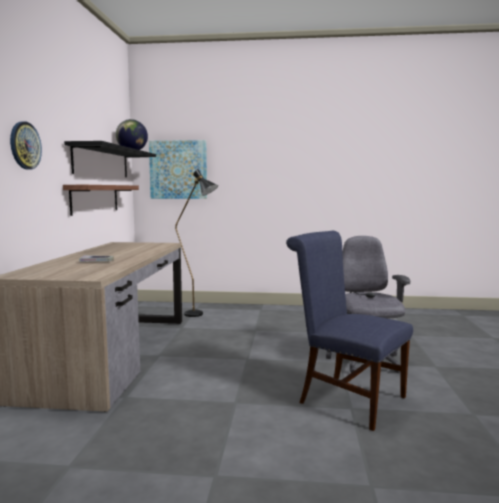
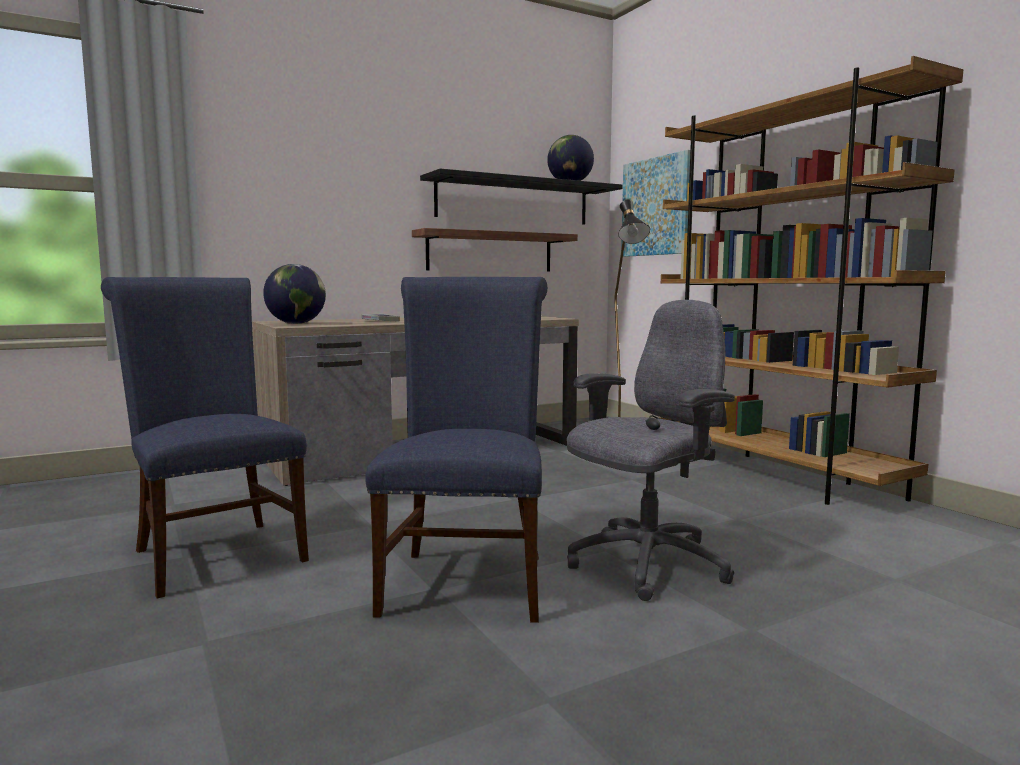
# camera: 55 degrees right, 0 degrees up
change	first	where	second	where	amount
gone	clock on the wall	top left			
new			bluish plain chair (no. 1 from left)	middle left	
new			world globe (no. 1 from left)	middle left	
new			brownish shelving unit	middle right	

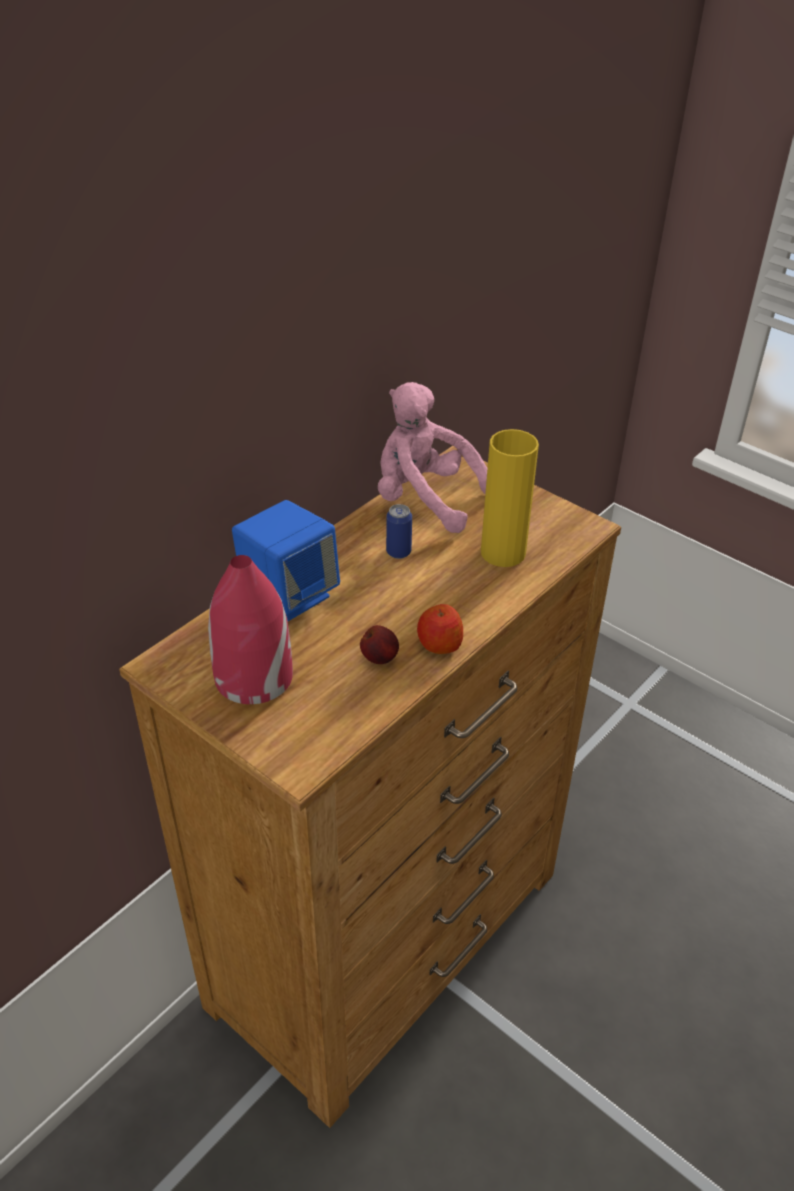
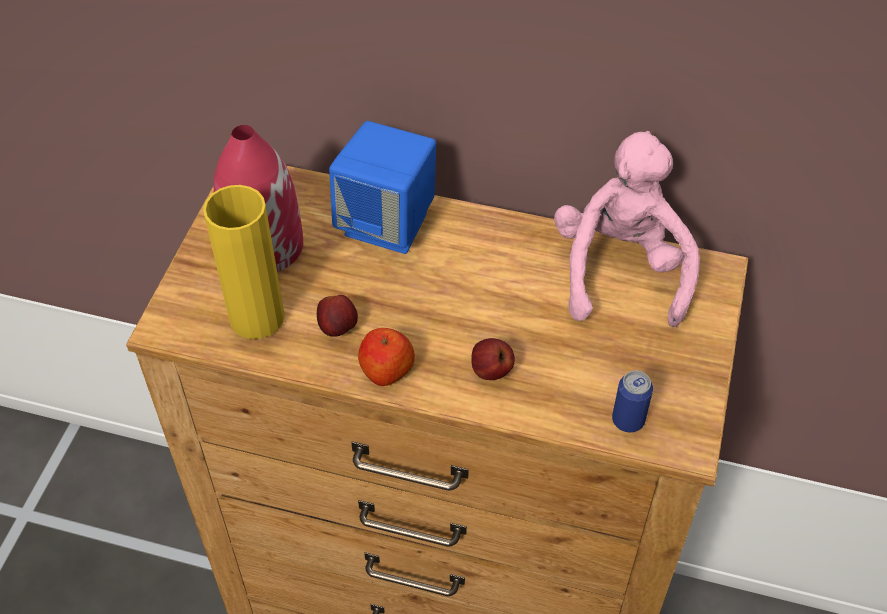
# camera: 65 degrees right, 10 degrees up
change	first	where	second	where	amount
new			apple (no. 3 from left)	centre	
shifted	sealed can	centre		middle right	
shifted	yellow-coloured flower vase	centre		middle left	

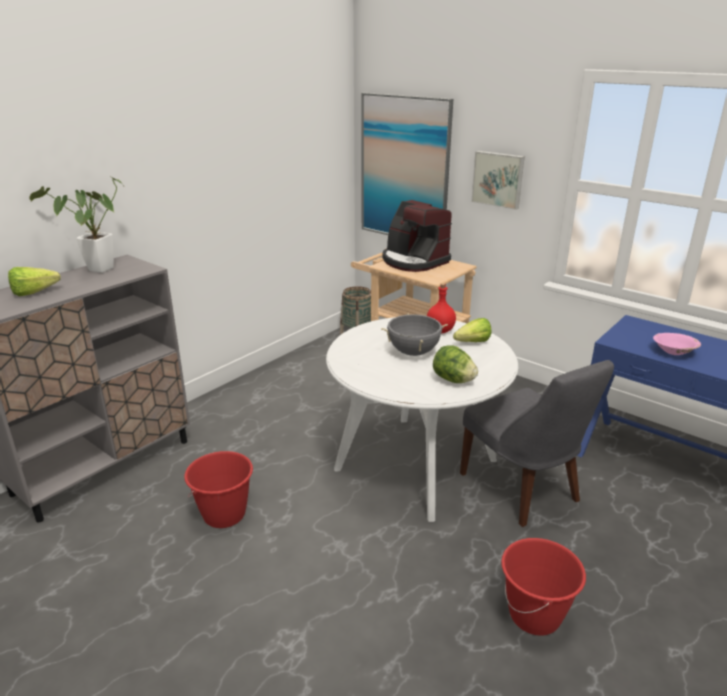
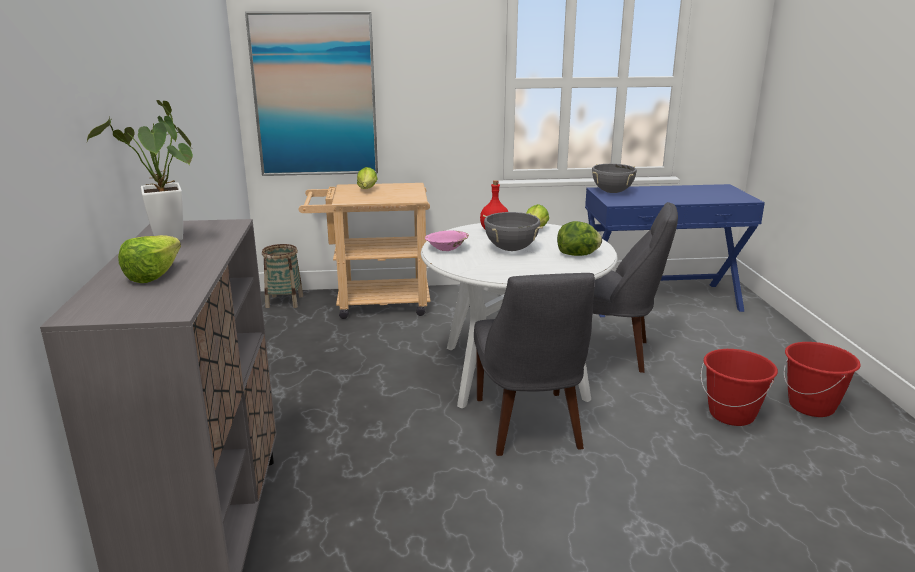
# camera: 45 degrees left, 5 degrees down
change	first	where	second	where	amount
gone	picture (no. 2 from left)	top right			
new			grey plain chair (no. 1 from left)	centre	
new			grey cooking pot (no. 2 from left)	top right	
shifted	red water bucket (no. 1 from left in the first image)	bottom left	red water bucket (no. 2 from left)	middle right	
shifted	pinkish serving bowl	middle right		centre	
swapped	coffee brewer	centre	lettuce (no. 2 from left)	top centre	

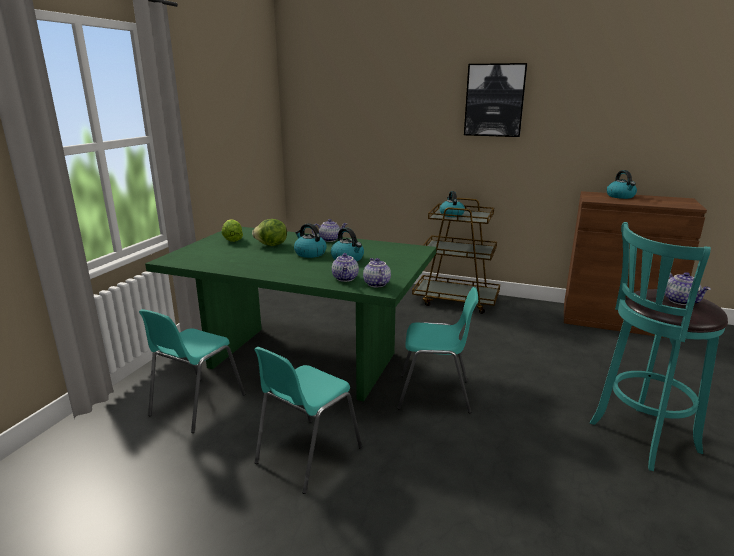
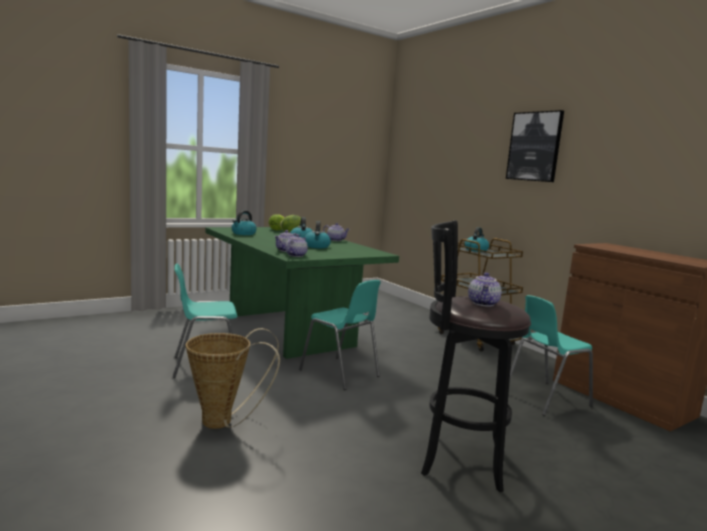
# camera: 35 degrees right, 10 degrees down
change	first	where	second	where	amount
new			household basket	bottom left	
shifted	blue-green plain chair (no. 1 from left in the first image)	bottom left	blue-green plain chair (no. 3 from left)	bottom right	
shifted	water kettle (no. 4 from left in the first image)	top right	water kettle (no. 1 from left)	centre	
repainted	blue-green sitting stool	middle right	black-coloured sitting stool	bottom right	

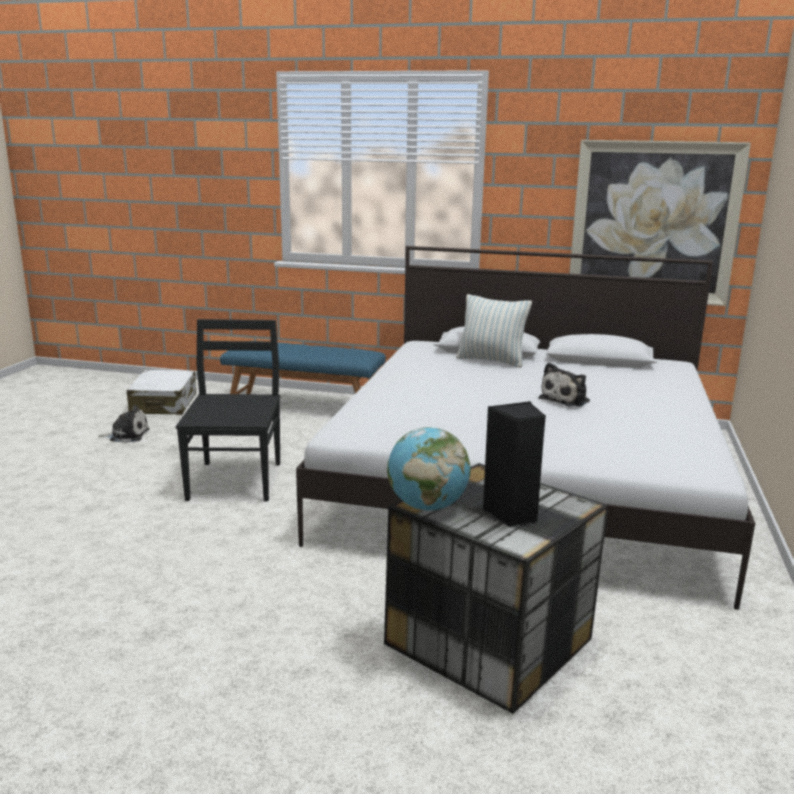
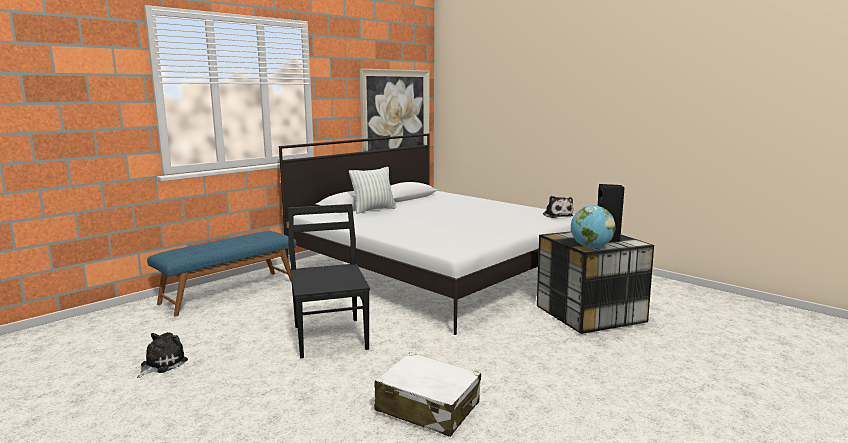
# camera: 60 degrees left, 5 degrees down
change	first	where	second	where	amount
shifted	whitish piece of luggage	middle left		bottom centre	
shifted	soft toy (no. 2 from left)	middle right		centre	
rotated	black-coloured plain chair	middle left		centre	45 degrees clockwise

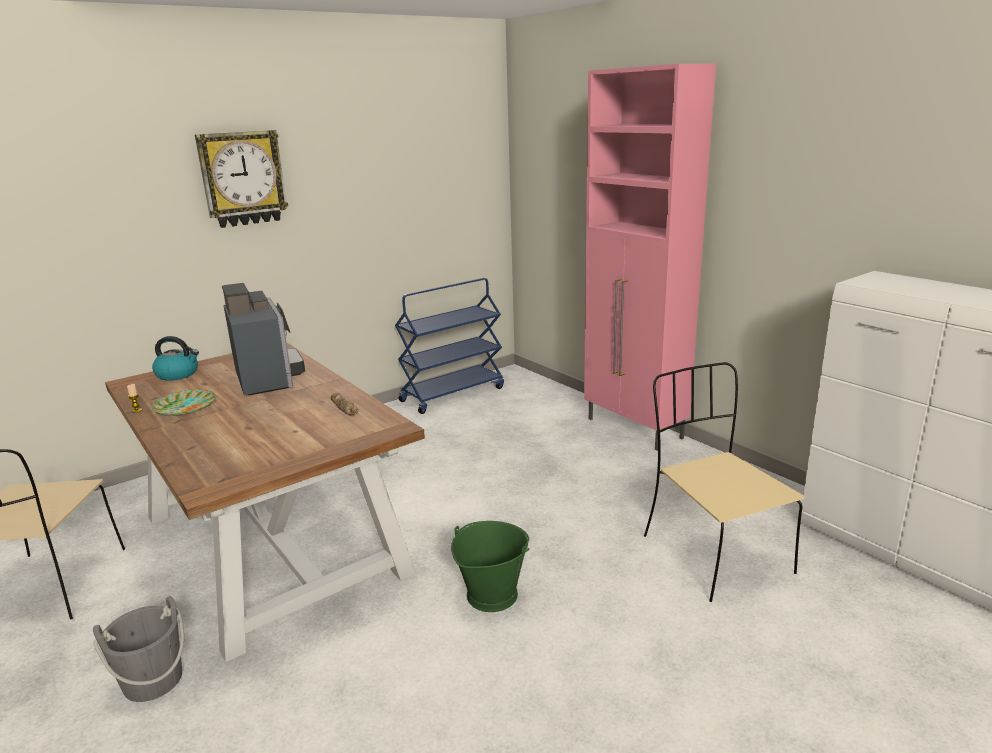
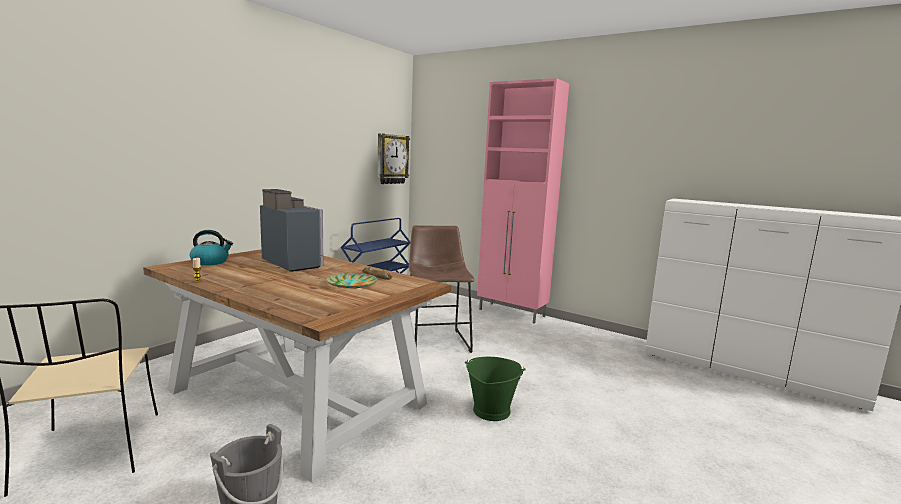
# camera: 20 degrees left, 10 degrees down
change	first	where	second	where	amount
gone	beige-coloured plain chair (no. 2 from left)	middle right			
new			brownish sitting stool	centre	
shifted	plate	middle left		centre	
shifted	clock on the wall	top left		top centre	

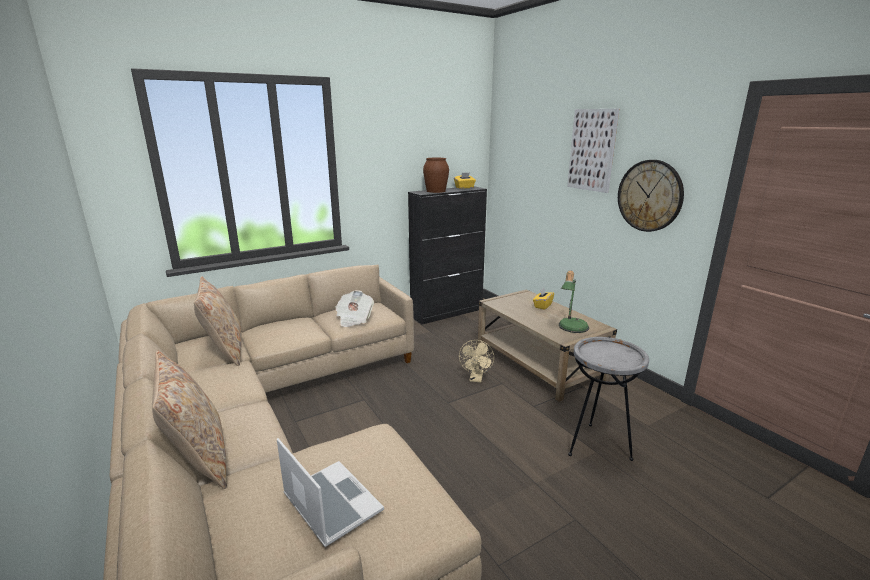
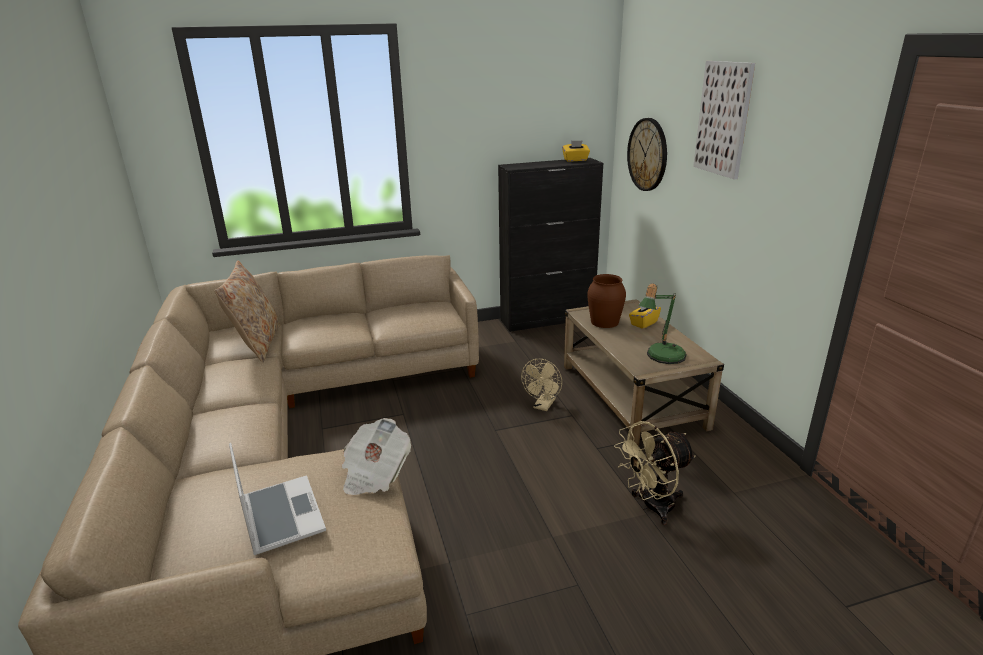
# camera: 15 degrees right, 5 degrees up
change	first	where	second	where	amount
gone	beige-coloured pillow (no. 1 from left)	bottom left			
shifted	daily paper	centre		bottom centre	
shifted	brownish flower vase	top centre		centre	
shifted	clock on the wall	middle right		top centre	
swapped	grey end table	bottom right	beige-coloured fan (no. 2 from left)	bottom centre	

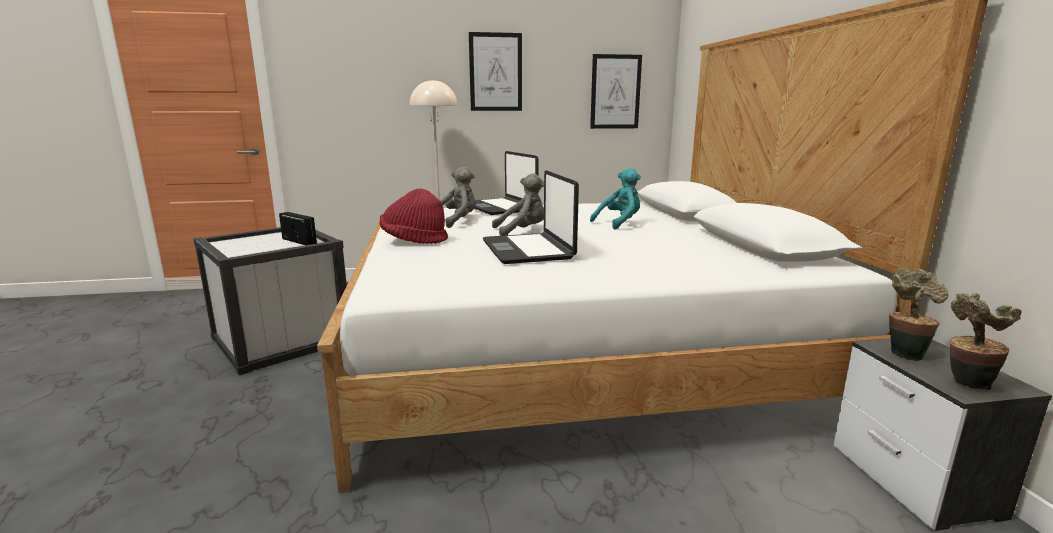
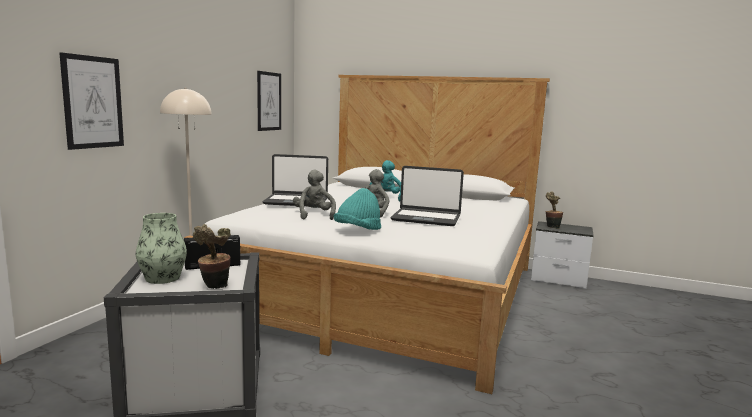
# camera: 60 degrees left, 5 degrees down
change	first	where	second	where	amount
new			flower vase	middle left	
shifted	picture (no. 1 from left)	top centre		top left	
shifted	potted plant (no. 2 from left in the first image)	middle right	potted plant (no. 1 from left)	middle left	
repainted	red wearable hat	centre	blue-green wearable hat	centre	

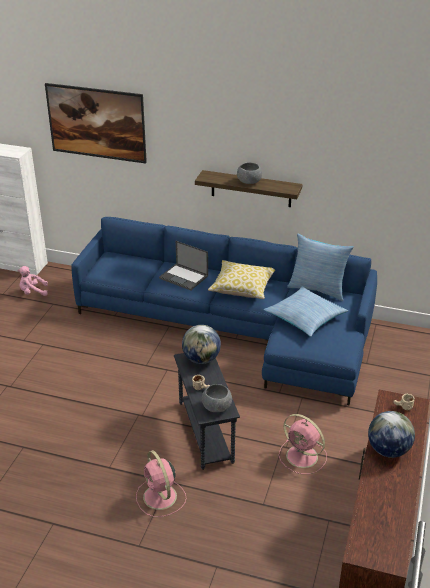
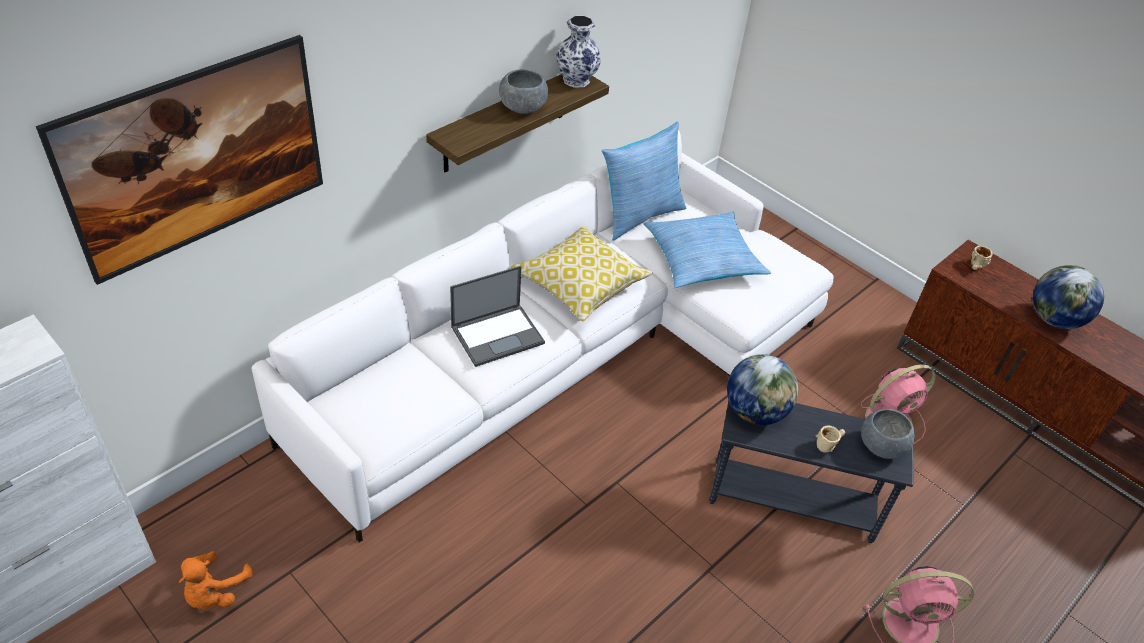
# camera: 65 degrees left, 10 degrees up
change	first	where	second	where	amount
new			flower vase	top centre	
repainted	pinkish soft toy	middle left	orange soft toy	bottom left	
repainted	bluish settee	centre	whitish settee	centre	

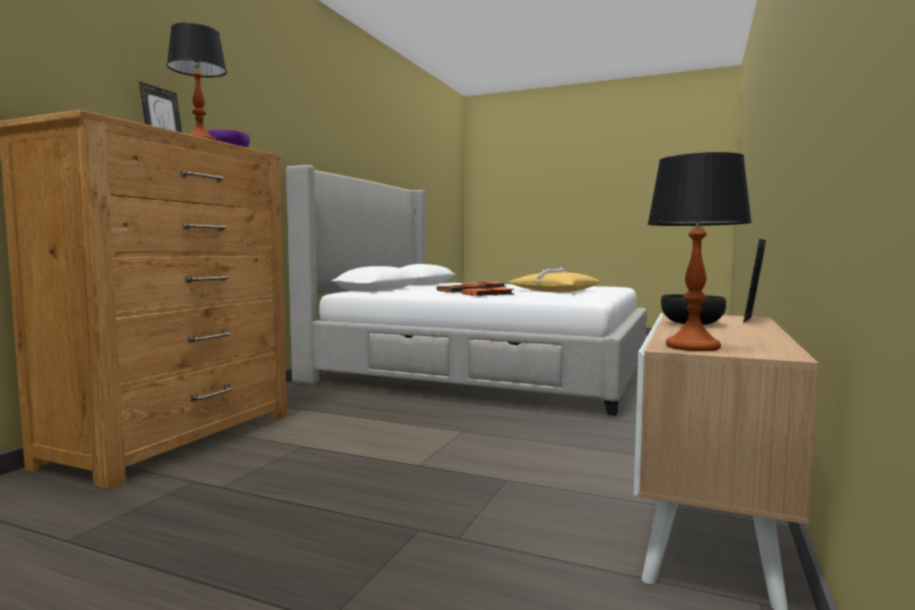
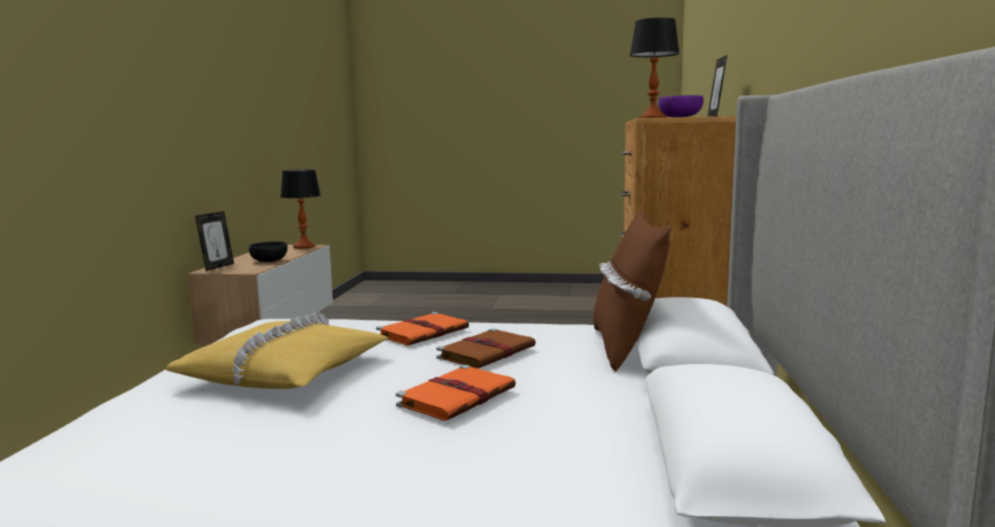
# camera: 165 degrees right, 5 degrees up
change	first	where	second	where	amount
new			brownish pillow	centre	

